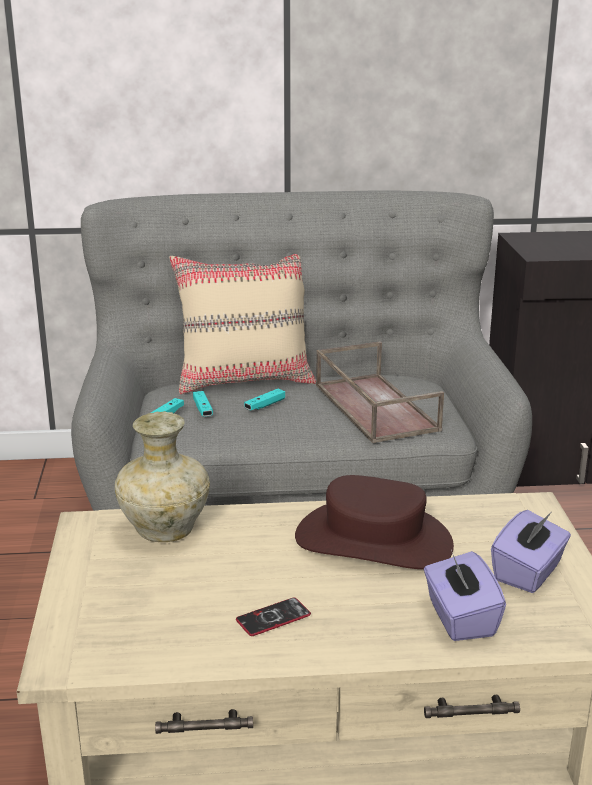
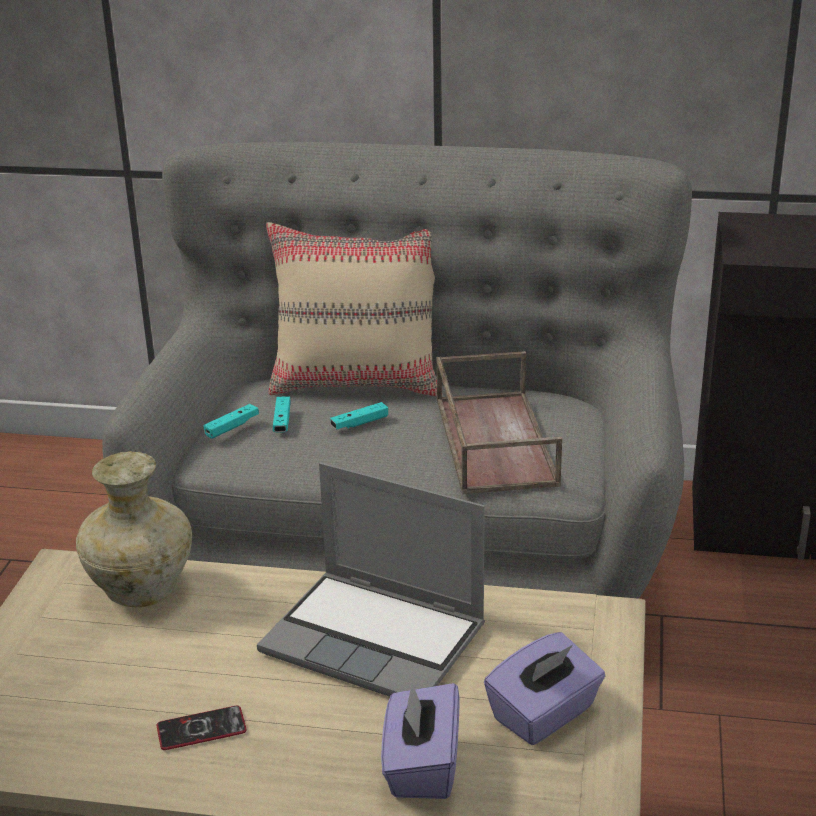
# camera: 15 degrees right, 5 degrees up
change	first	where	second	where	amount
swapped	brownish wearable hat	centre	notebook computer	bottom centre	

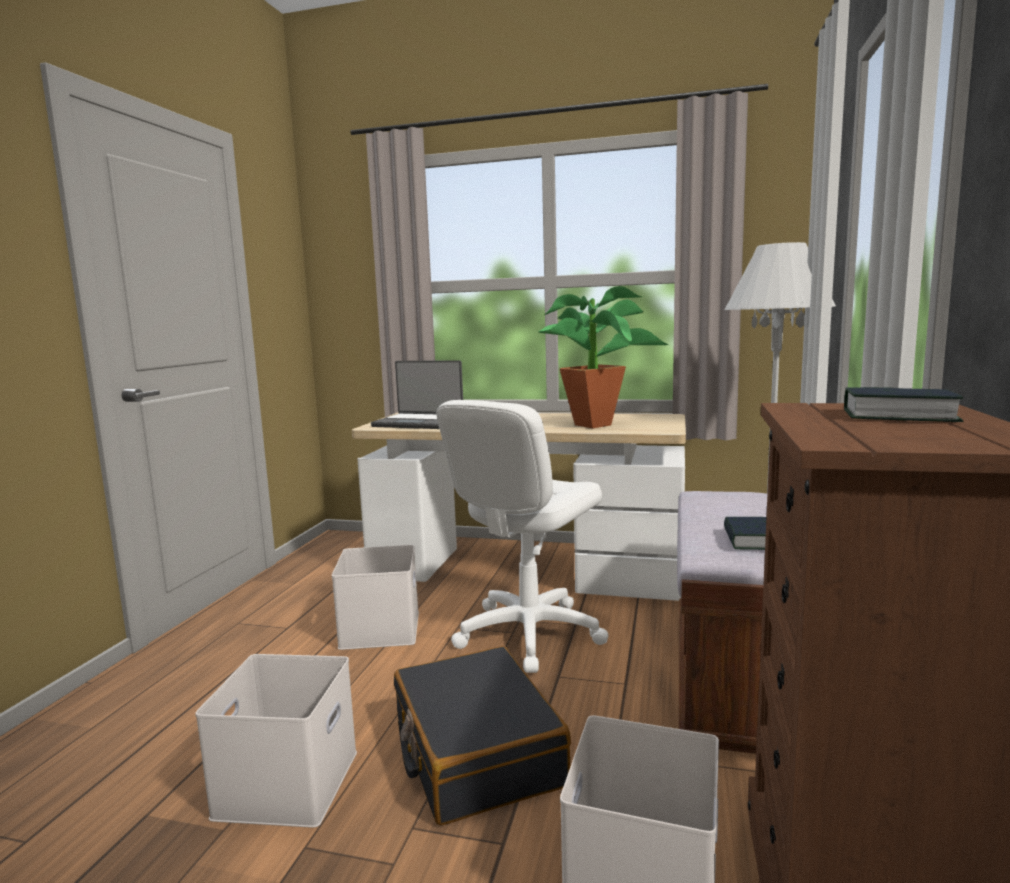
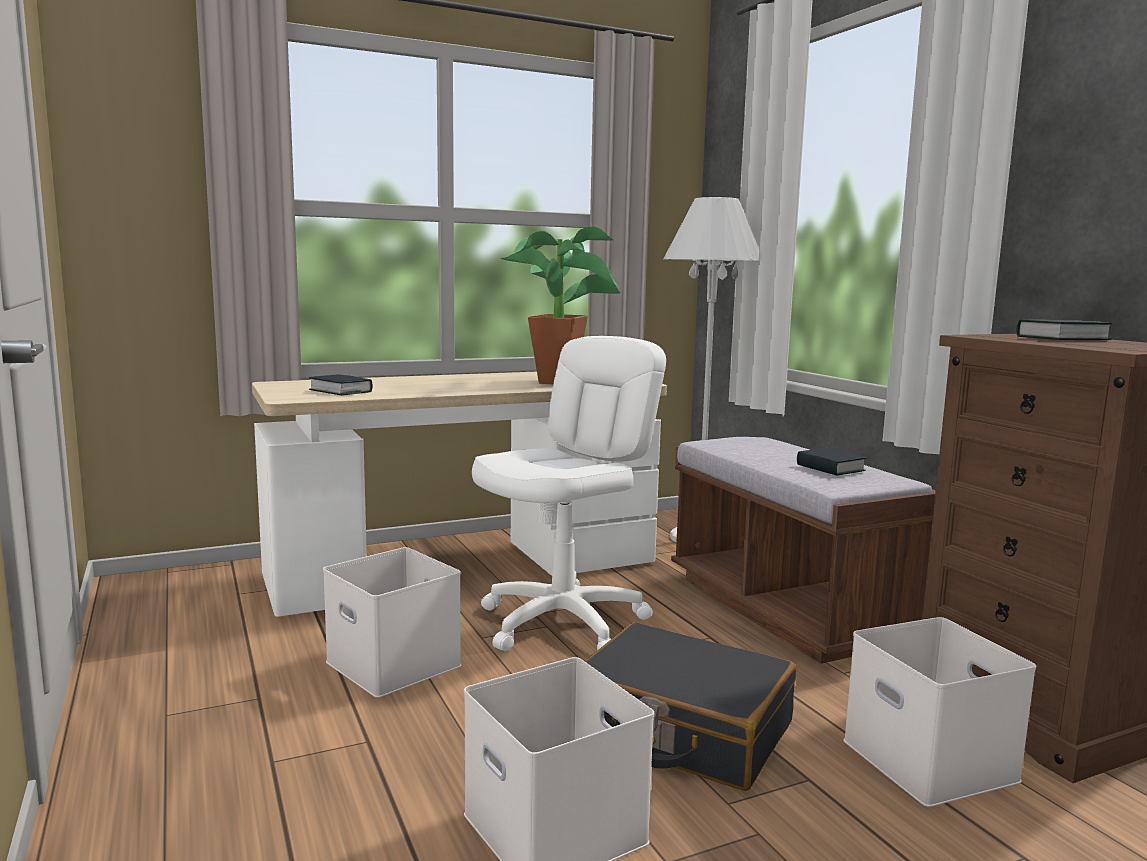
# camera: 40 degrees left, 0 degrees up
change	first	where	second	where	amount
swapped	notebook computer	centre	book (no. 1 from left)	middle left	
rotated	whitish desk chair	centre		centre	135 degrees counterclockwise

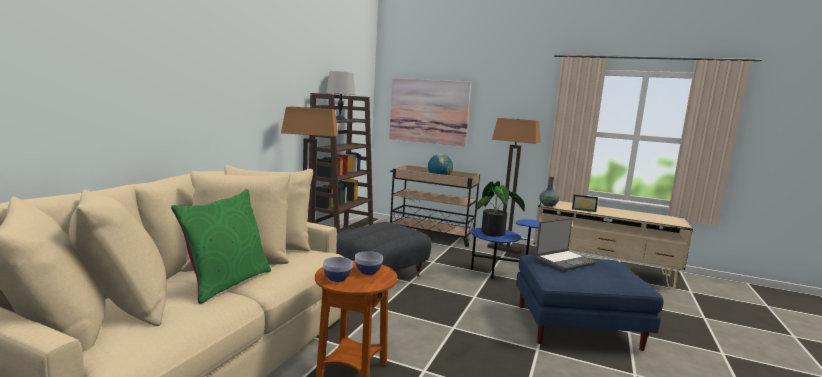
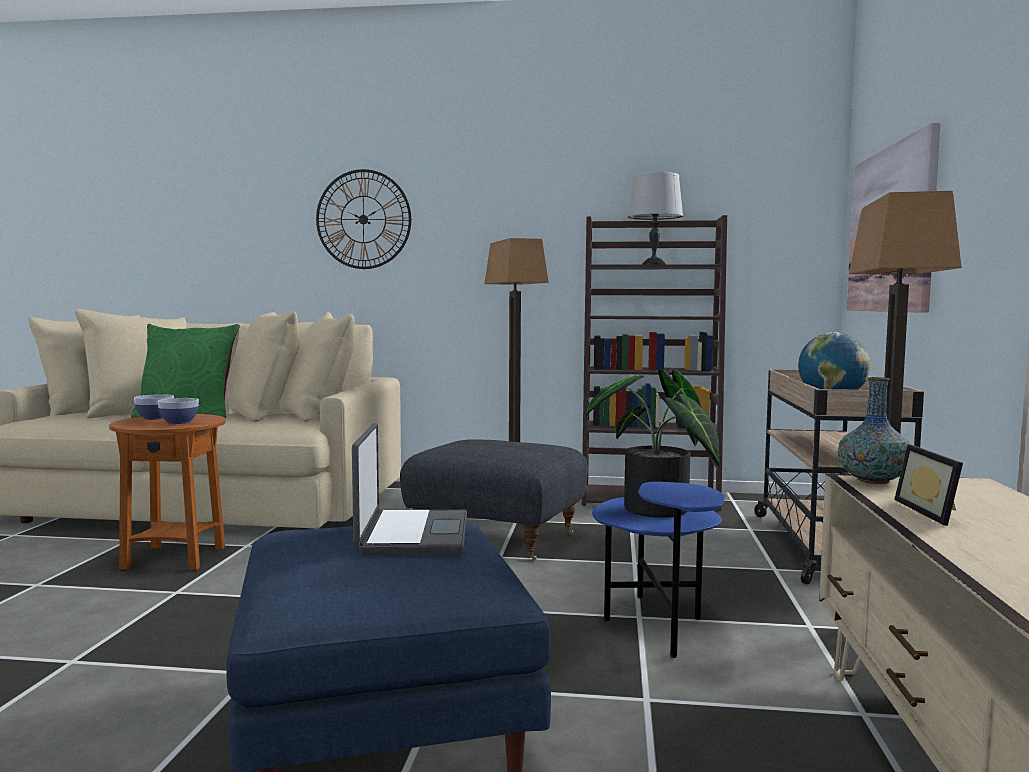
# camera: 75 degrees right, 5 degrees down
change	first	where	second	where	amount
new			clock on the wall	top centre	
rotated	notebook computer	middle right		centre	135 degrees counterclockwise

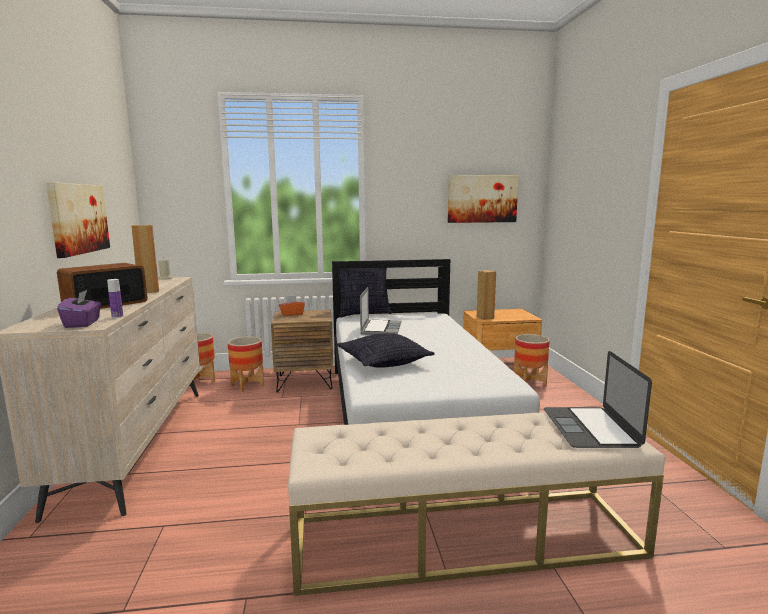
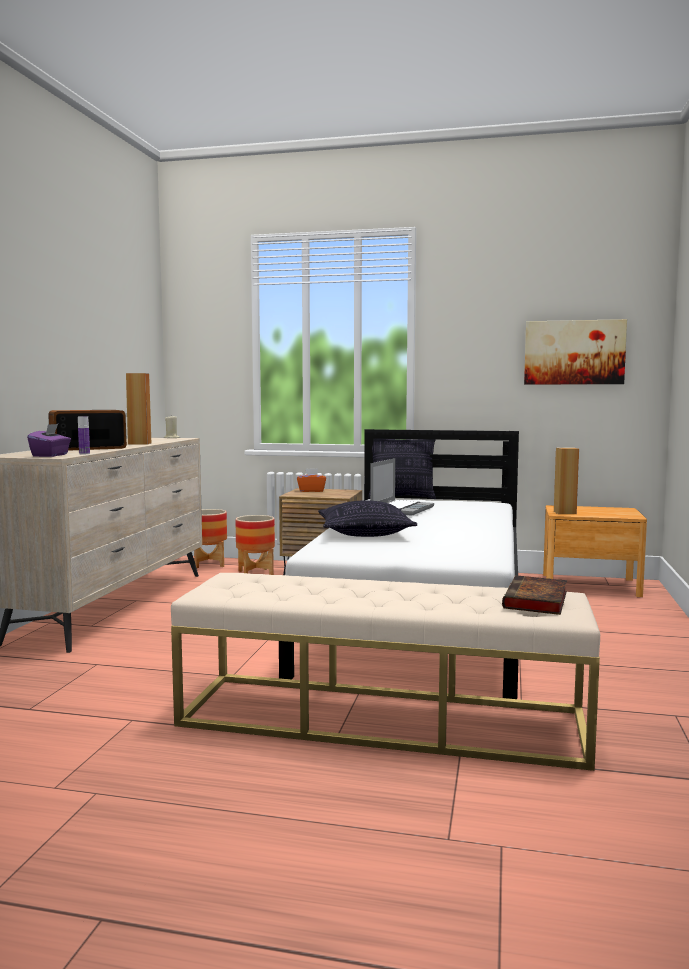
# camera: 20 degrees right, 5 degrees down
change	first	where	second	where	amount
gone	picture (no. 1 from left)	middle left			
gone	planter (no. 3 from left)	middle right			
swapped	notebook computer (no. 2 from left)	middle right	book	middle right	

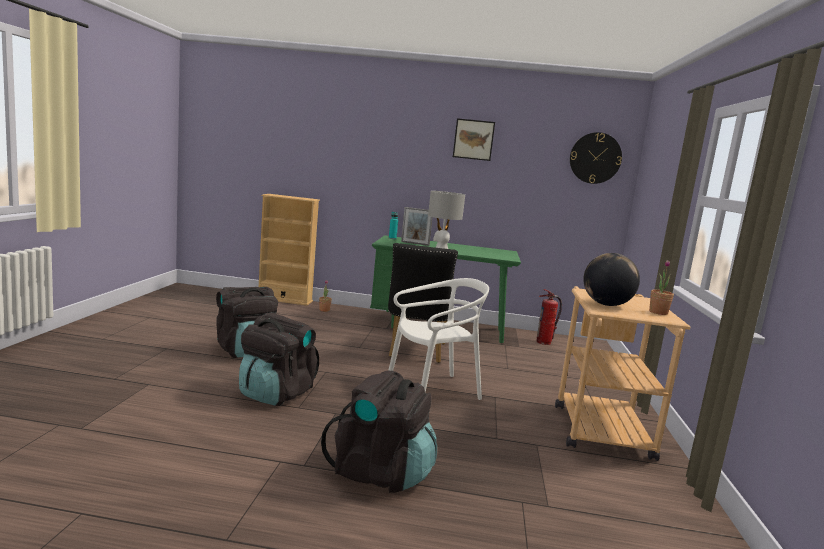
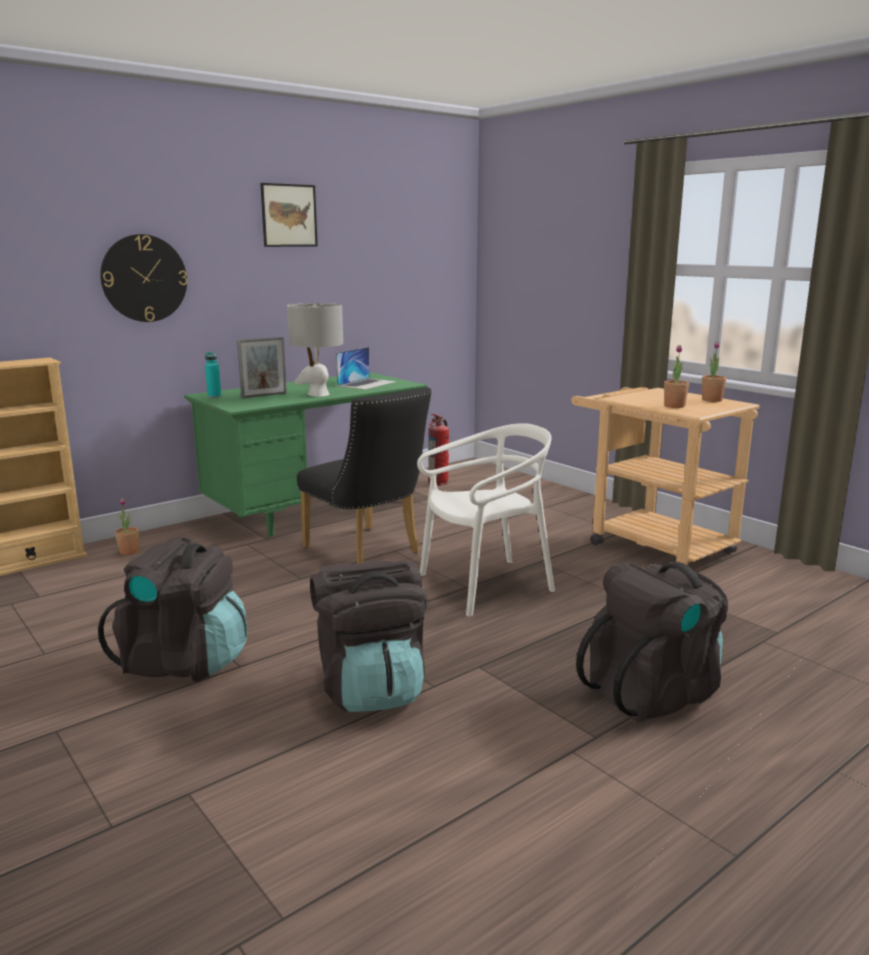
# camera: 45 degrees left, 5 degrees up
change	first	where	second	where	amount
new			notebook computer	centre	
shifted	clock on the wall	top right		top left	
swapped	world globe	middle right	potted plant (no. 2 from left)	middle right	
rotated	whitish plain chair	centre		centre	45 degrees clockwise

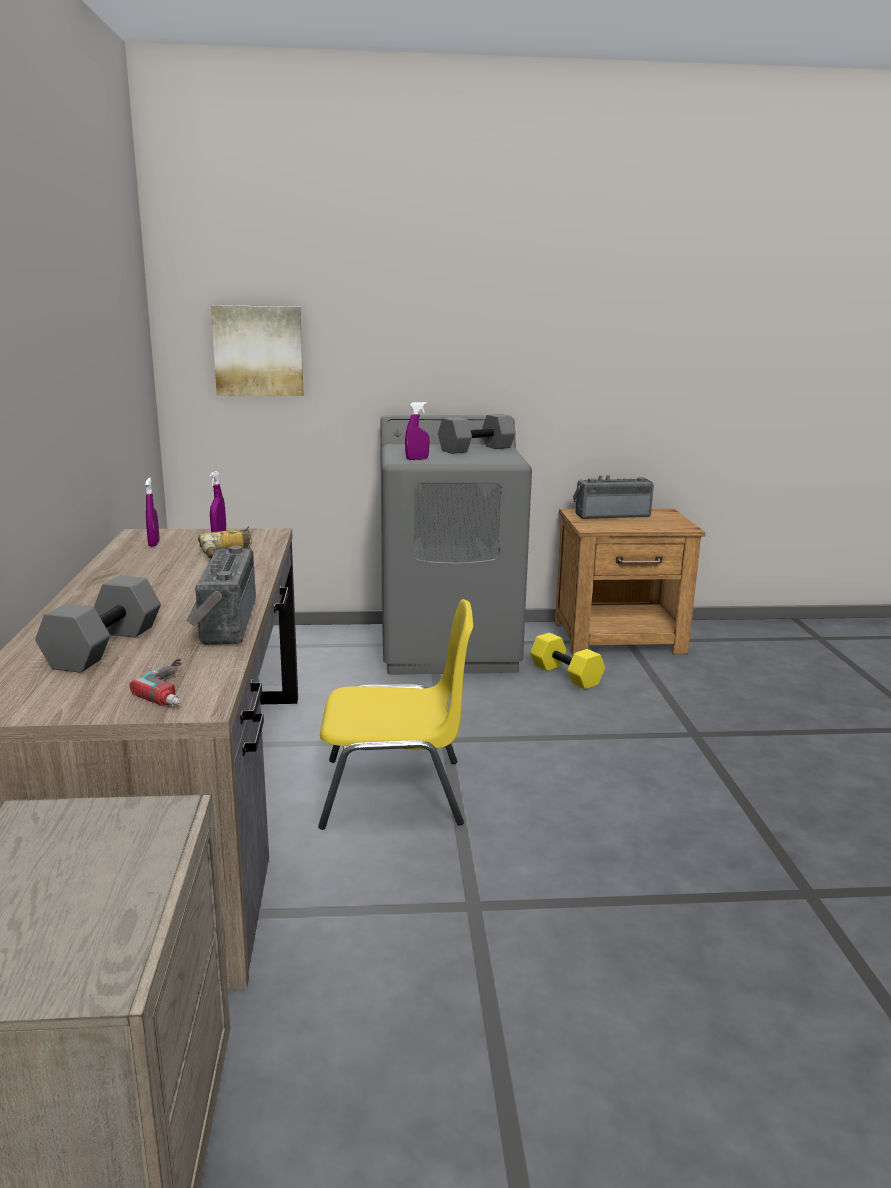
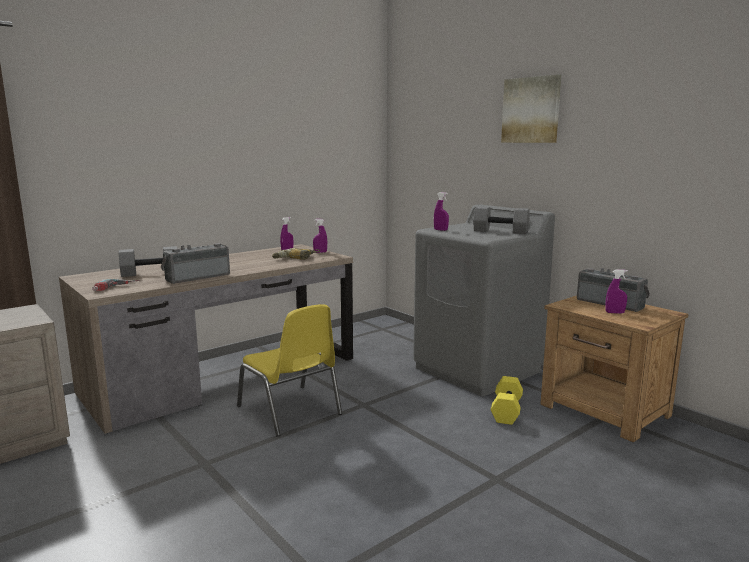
# camera: 55 degrees right, 5 degrees down
change	first	where	second	where	amount
new			purple spray bottle (no. 4 from left)	middle right	
shifted	picture	top left		top right	

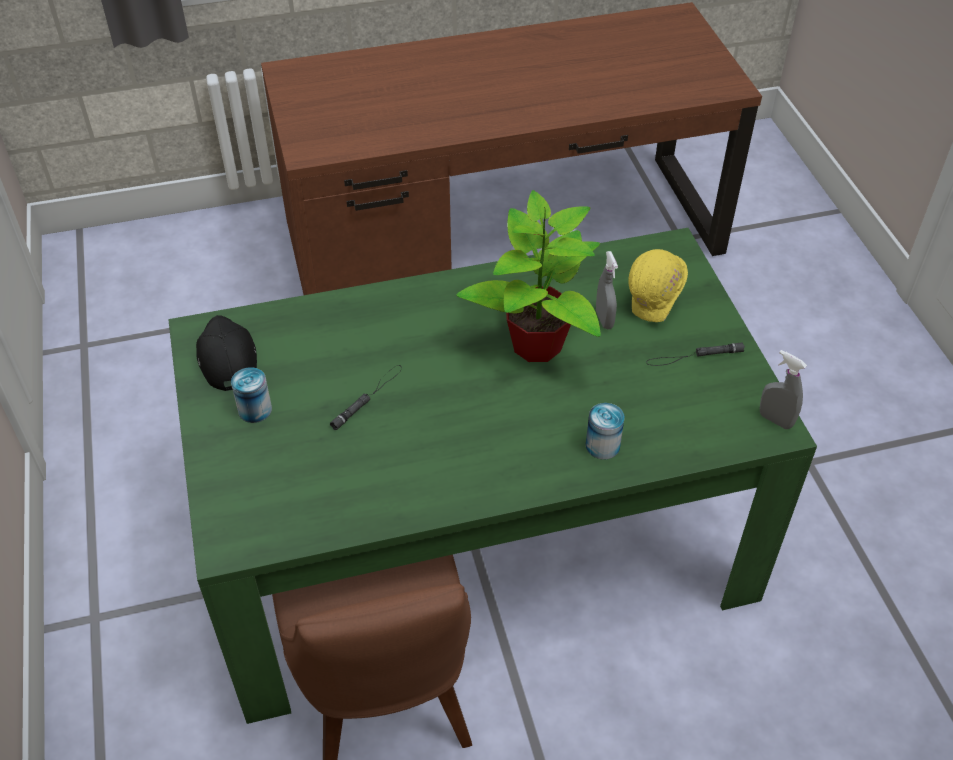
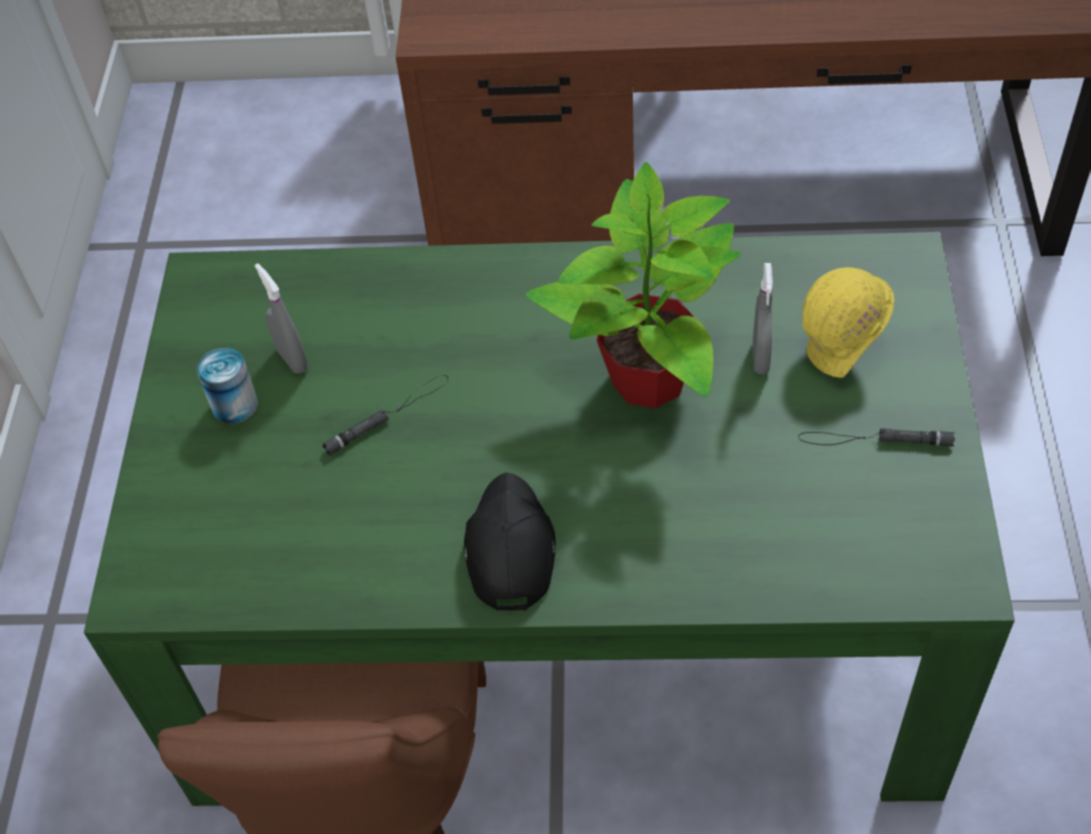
# camera: 20 degrees right, 5 degrees up
change	first	where	second	where	amount
gone	sealed can (no. 2 from left)	centre			
shifted	black-coloured cap	middle left		centre	
shifted	grey spray bottle (no. 2 from left in the first image)	middle right	grey spray bottle (no. 1 from left)	middle left	

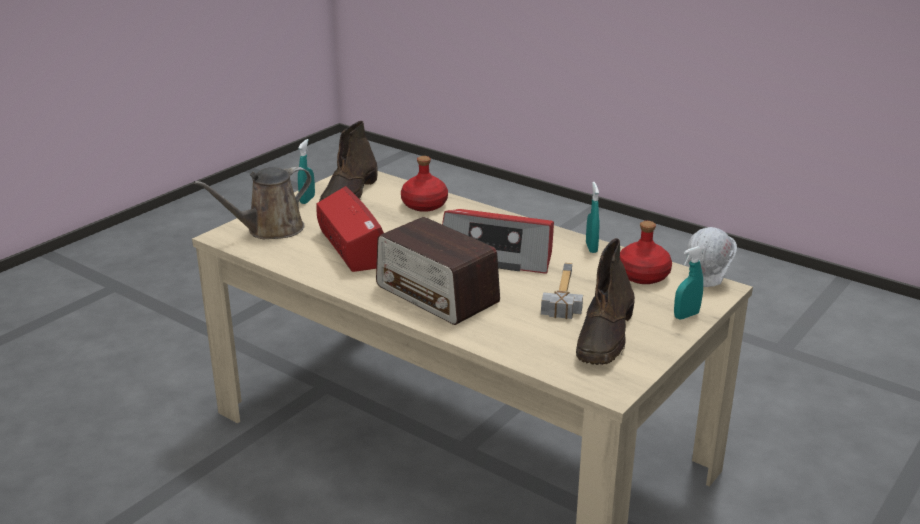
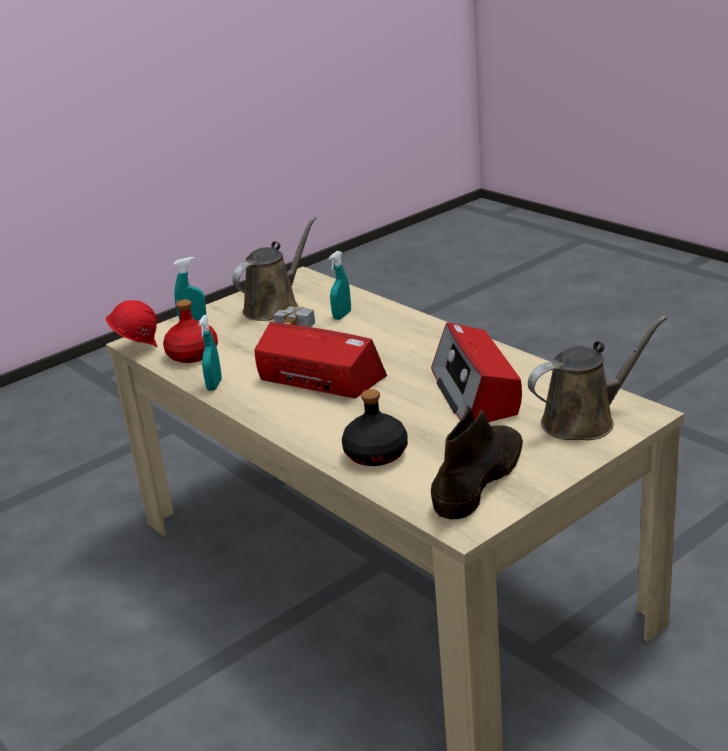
# camera: 165 degrees left, 0 degrees up
change	first	where	second	where	amount
gone	radio set (no. 2 from left)	centre			
shifted	blue-green spray bottle (no. 1 from left in the first image)	top left	blue-green spray bottle (no. 3 from left)	centre	
swapped	brownish tall boot (no. 2 from left)	centre	brownish sprinkling can (no. 1 from left)	centre	
repainted	red drink bottle (no. 1 from left)	centre	black-coloured drink bottle	centre	
repainted	whitish safety helmet	middle right	red safety helmet	middle left	

